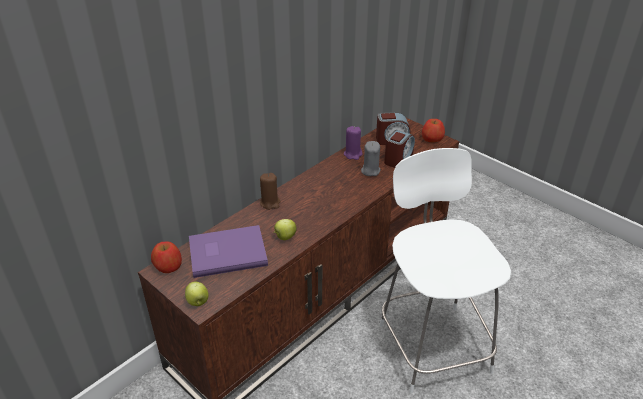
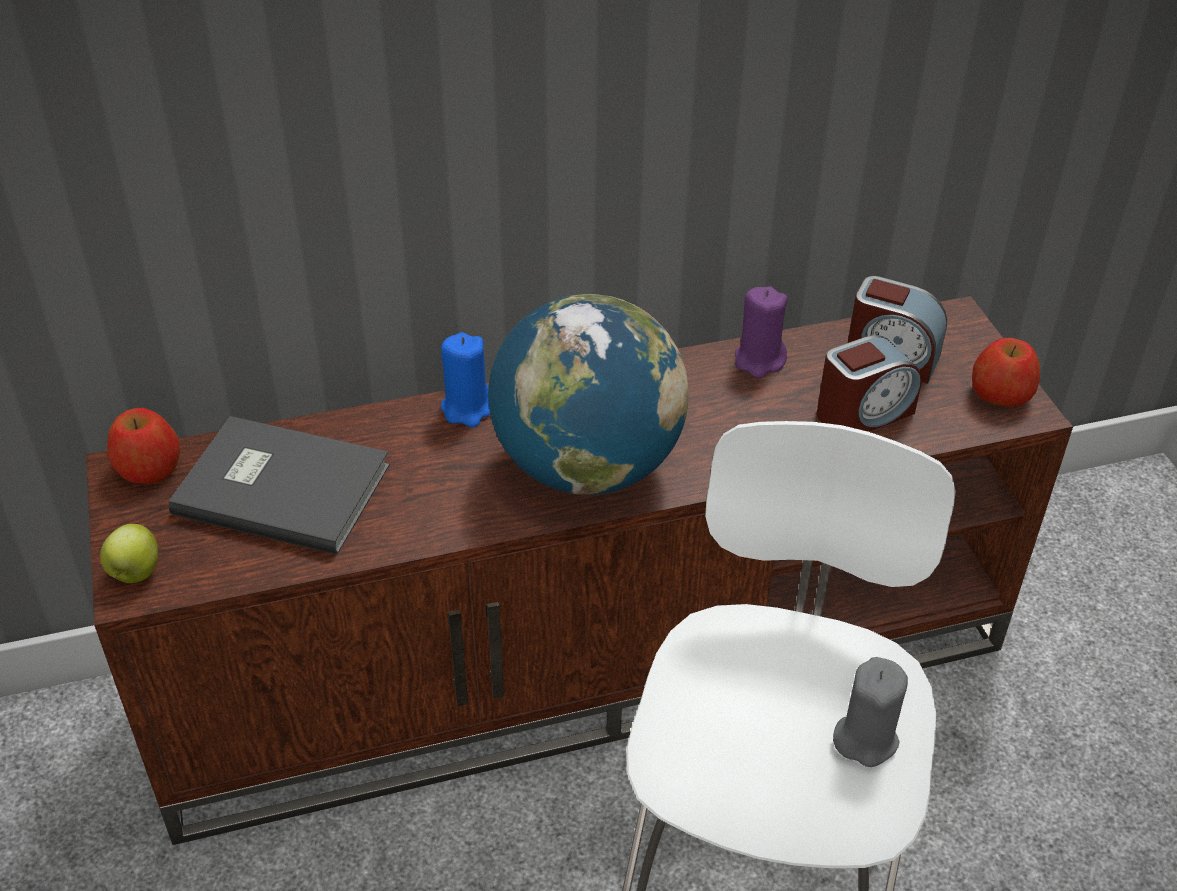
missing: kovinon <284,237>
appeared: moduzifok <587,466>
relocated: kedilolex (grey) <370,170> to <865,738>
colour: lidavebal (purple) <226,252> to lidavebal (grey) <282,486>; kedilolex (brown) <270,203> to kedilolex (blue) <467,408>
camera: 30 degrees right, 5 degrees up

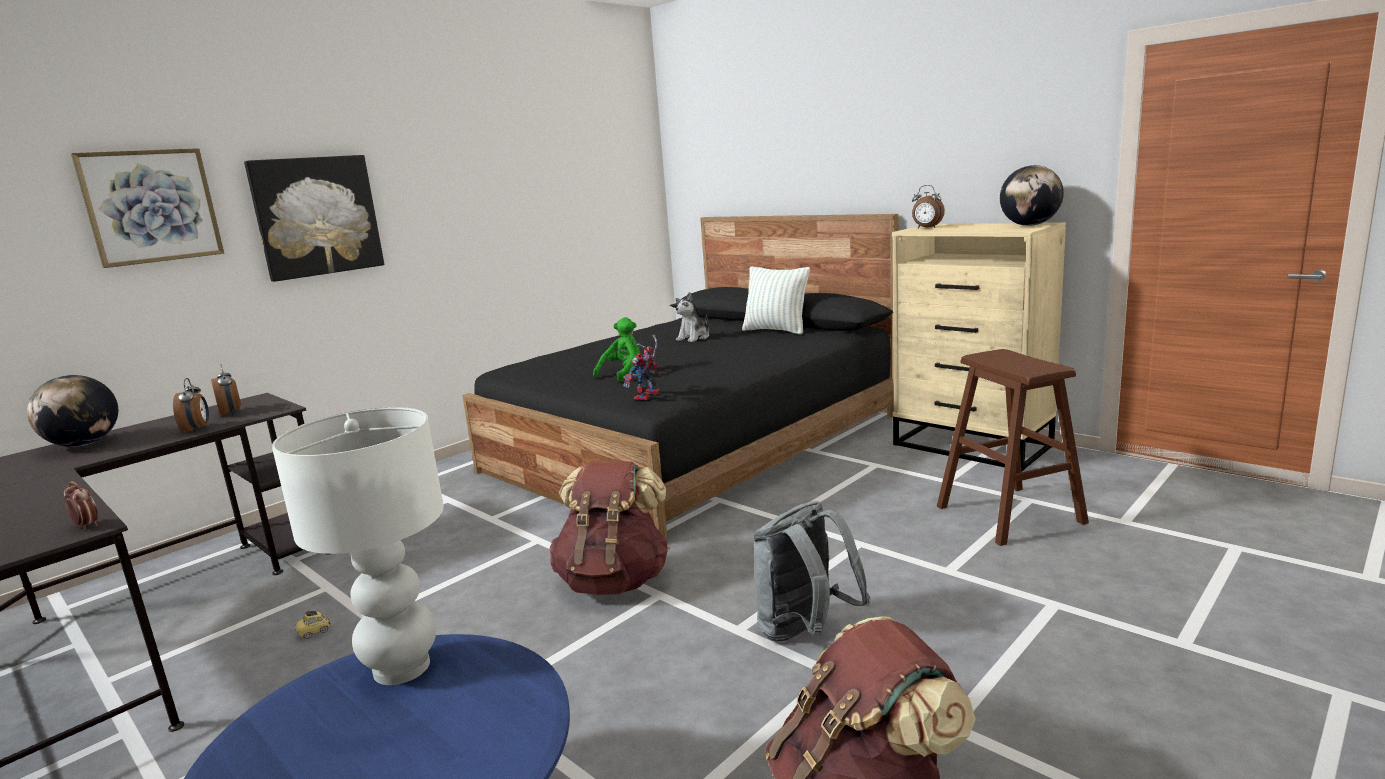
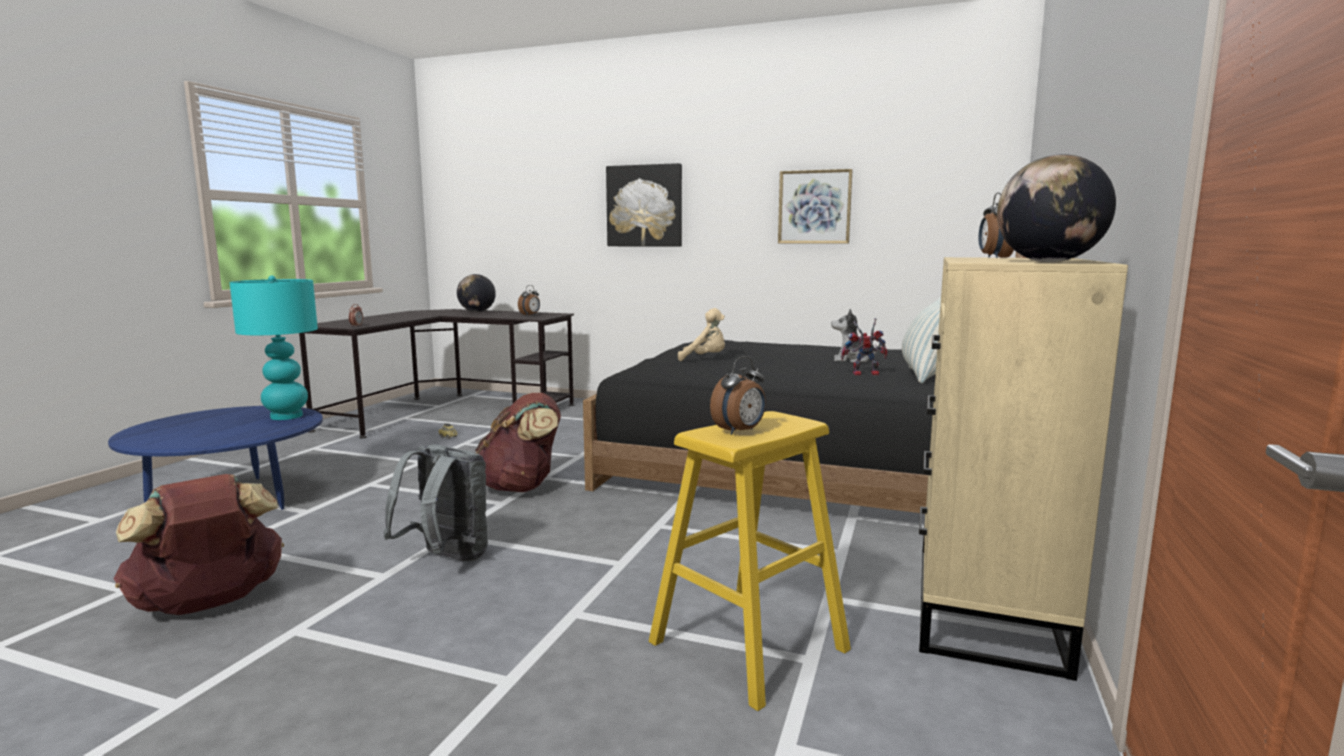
relocated: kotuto <197,429> to <740,431>; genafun <151,206> to <814,207>; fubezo <647,397> to <863,374>
colour: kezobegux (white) <402,667> to kezobegux (turquoise) <287,416>; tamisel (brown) <1009,514> to tamisel (yellow) <748,645>; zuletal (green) <623,373> to zuletal (beige) <705,359>
camera: 65 degrees right, 5 degrees down

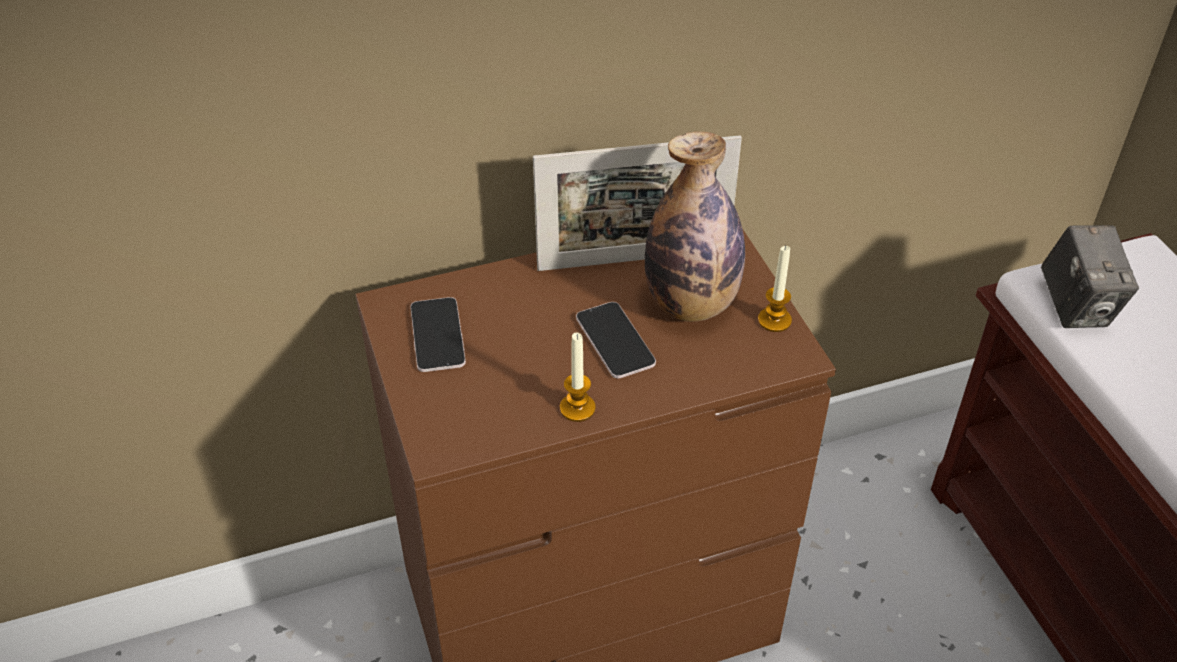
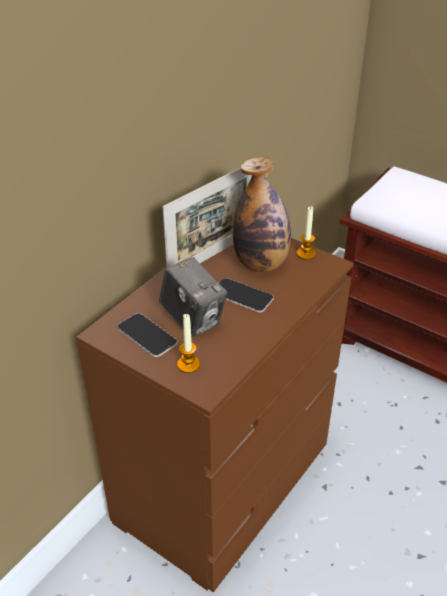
relocated: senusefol <1076,307> to <193,319>; kedilolex <577,408> to <188,365>
camera: 35 degrees left, 5 degrees down

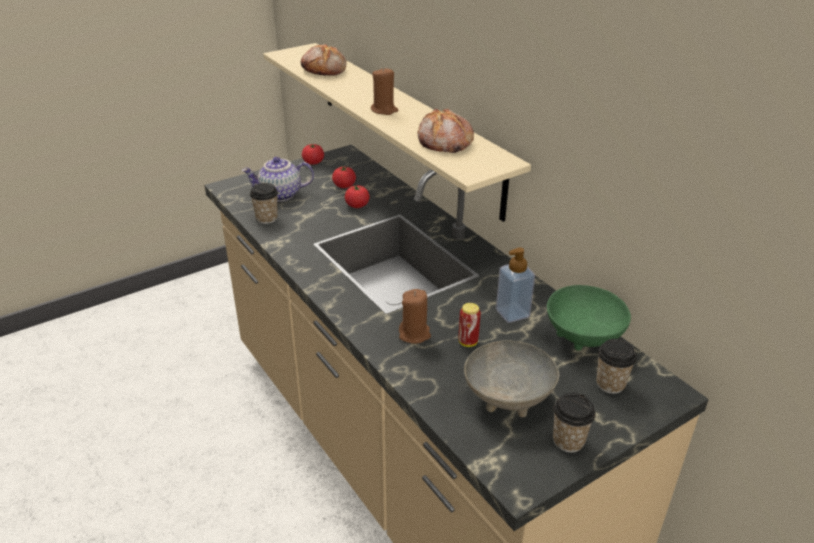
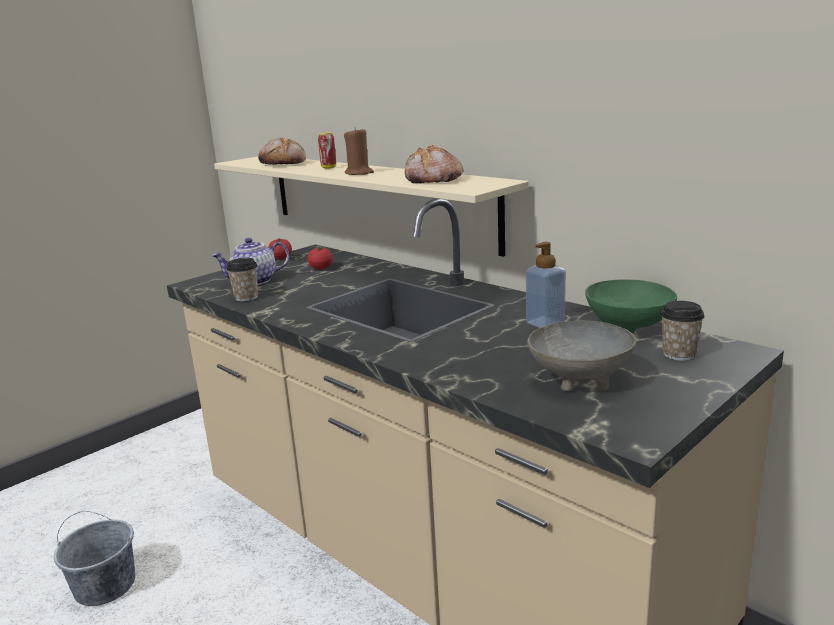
missing: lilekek <357,205>; kedilolex (brown) <414,334>; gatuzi <568,441>
appeared: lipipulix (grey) <106,586>
relocated: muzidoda <468,342> to <328,168>
camera: 10 degrees left, 15 degrees down

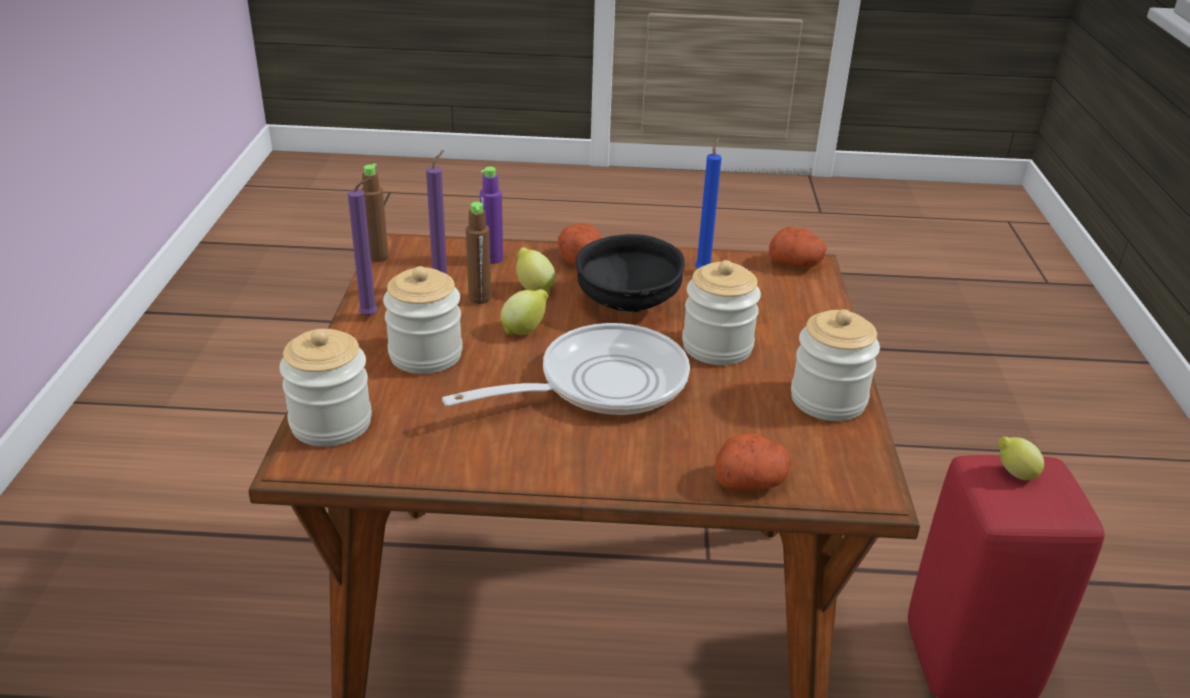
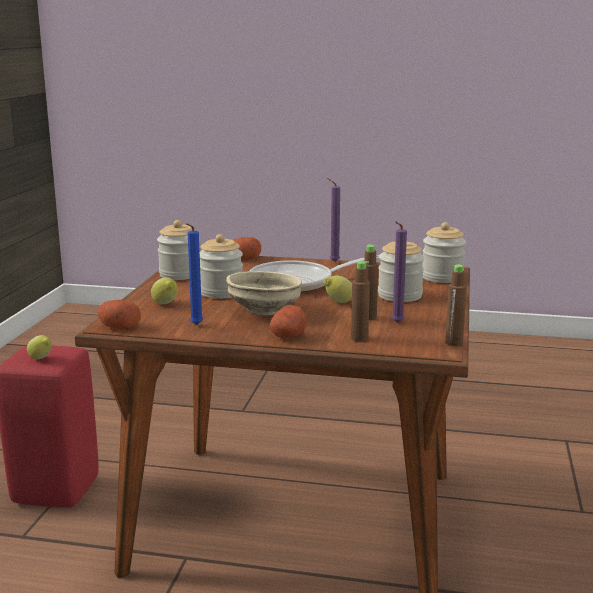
relocated: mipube <534,289> to <165,304>; kedilolex (purple) <372,316> to <333,261>
colour: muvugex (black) <627,303> to muvugex (beige) <265,311>; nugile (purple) <492,258> to nugile (brown) <359,338>
camera: 170 degrees left, 15 degrees down

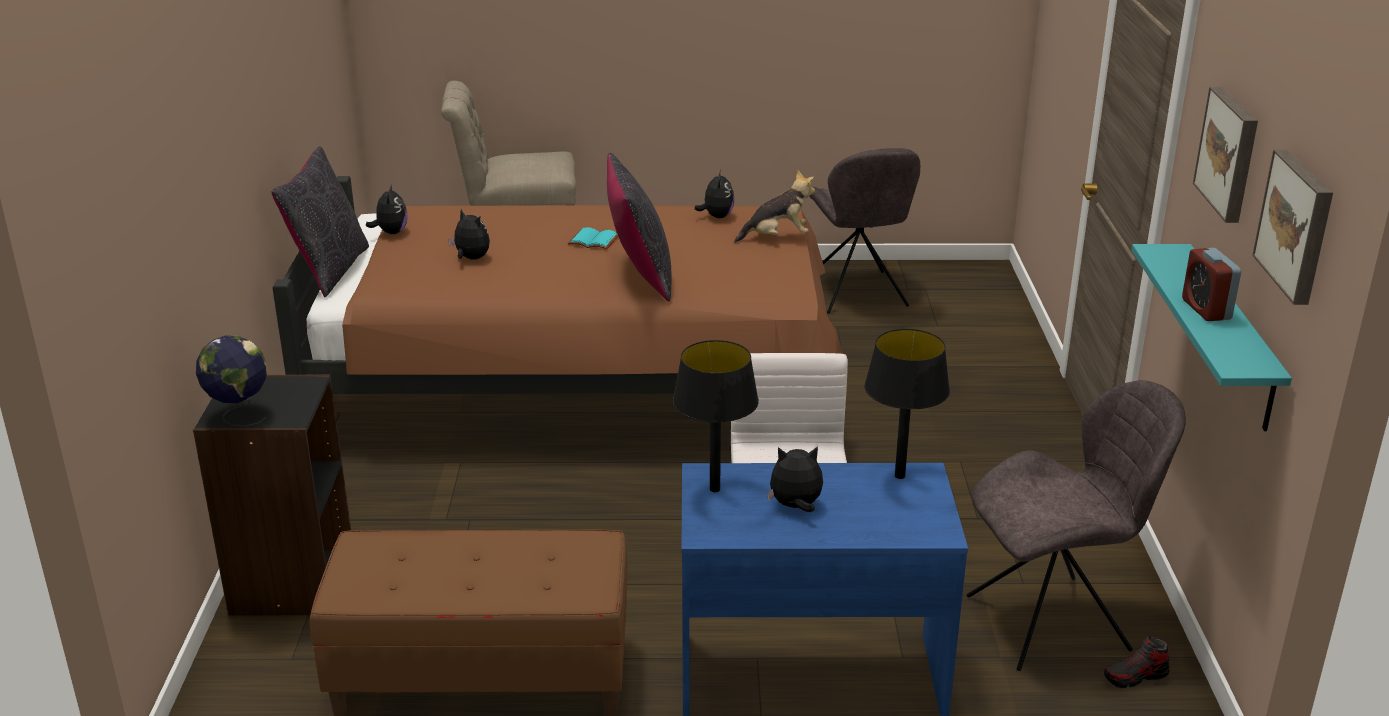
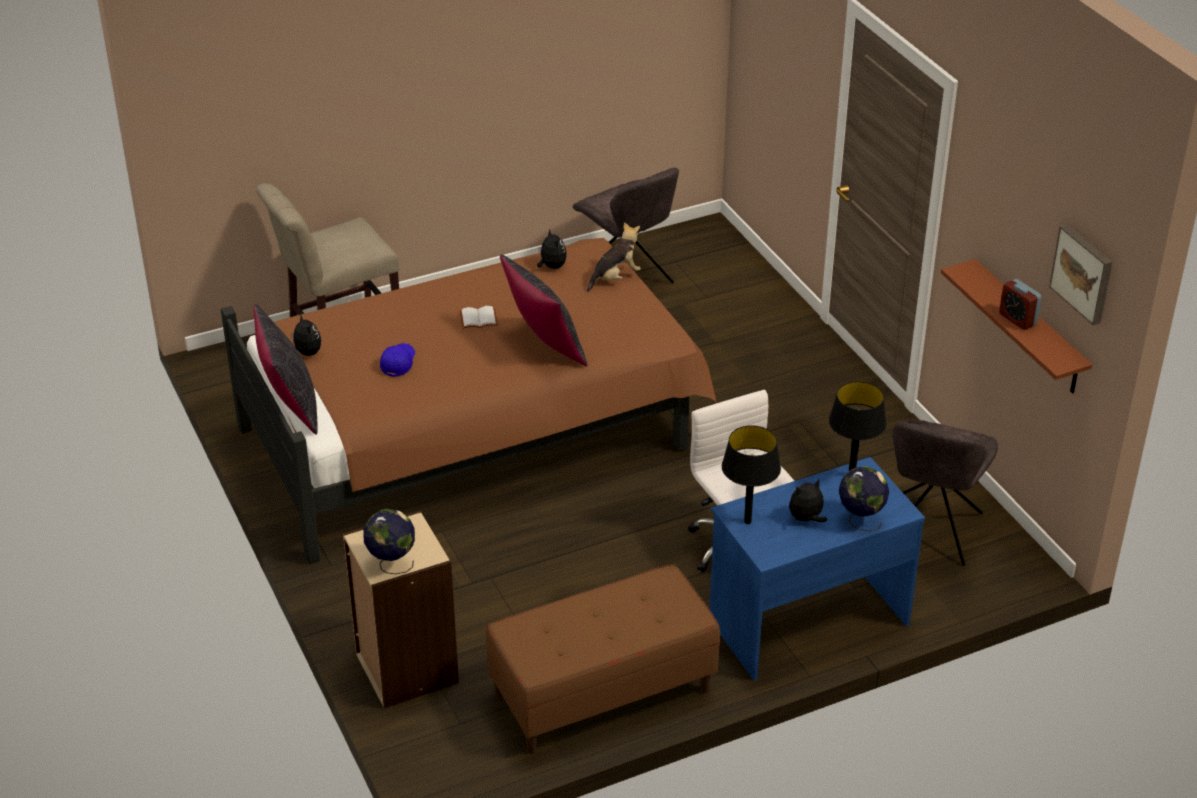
missing: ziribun <1135,676>; genafun <1230,153>
appeared: moduzifok <860,520>
exchanged: zuletal <471,259> to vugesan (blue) <398,364>
colour: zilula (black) <291,582> to zilula (beige) <405,669>; lidavebal (turquoise) <592,241> to lidavebal (white) <478,319>; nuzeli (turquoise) <1230,337> to nuzeli (brown) <1028,329>
spun: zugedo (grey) <1053,622> = <930,532> 150 degrees clockwise
camera: 25 degrees left, 10 degrees up

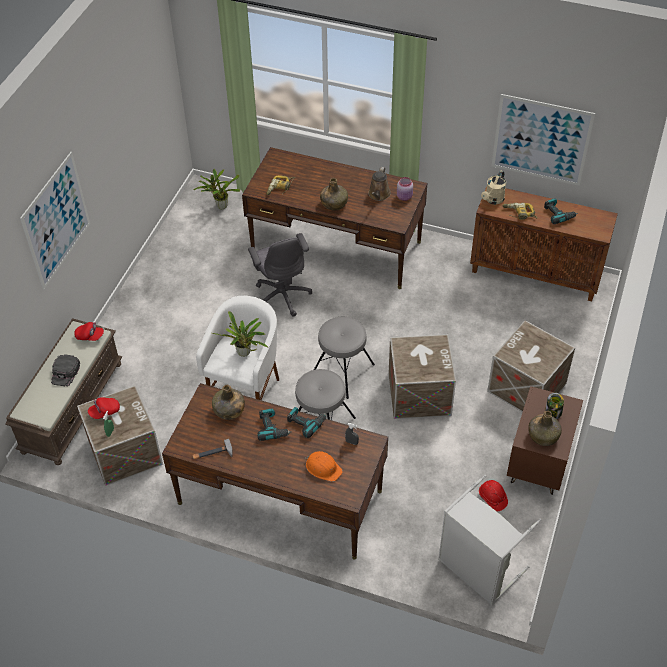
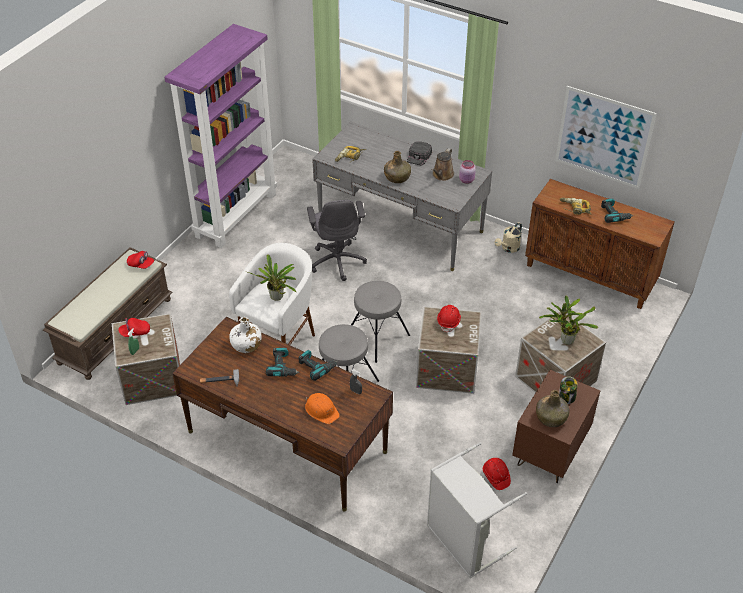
missing: genafun <56,220>
appeared: zilula (purple) <236,214>; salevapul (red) <449,321>
relocated: vugesan (black) <65,372> to <419,156>; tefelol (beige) <493,200> to <508,248>; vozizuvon <220,206> to <565,340>
colour: nugile (green) <229,410> to nugile (white) <246,345>; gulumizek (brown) <336,246> to gulumizek (grey) <400,224>
camera: 10 degrees right, 5 degrees down

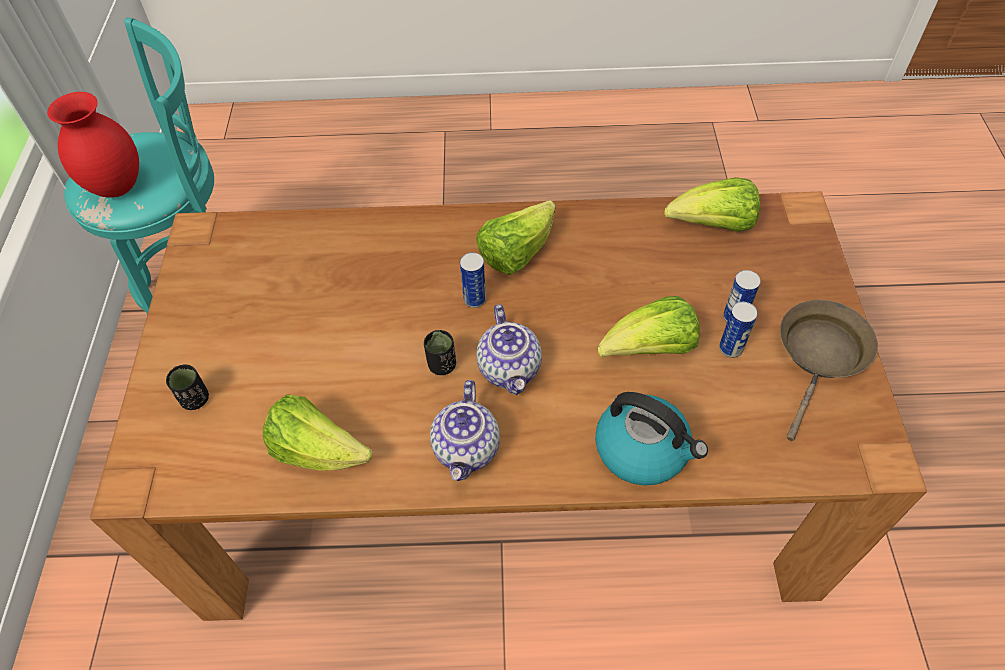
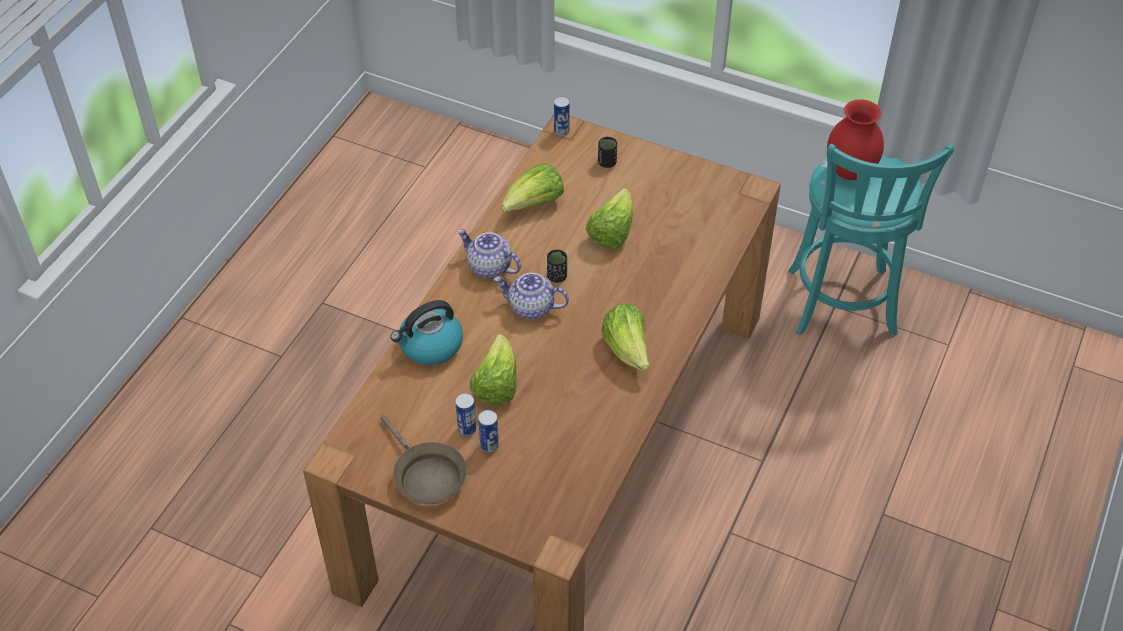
relocated: muzidoda <474,299> to <561,131>; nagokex <713,225> to <611,232>
camera: 115 degrees right, 5 degrees down

